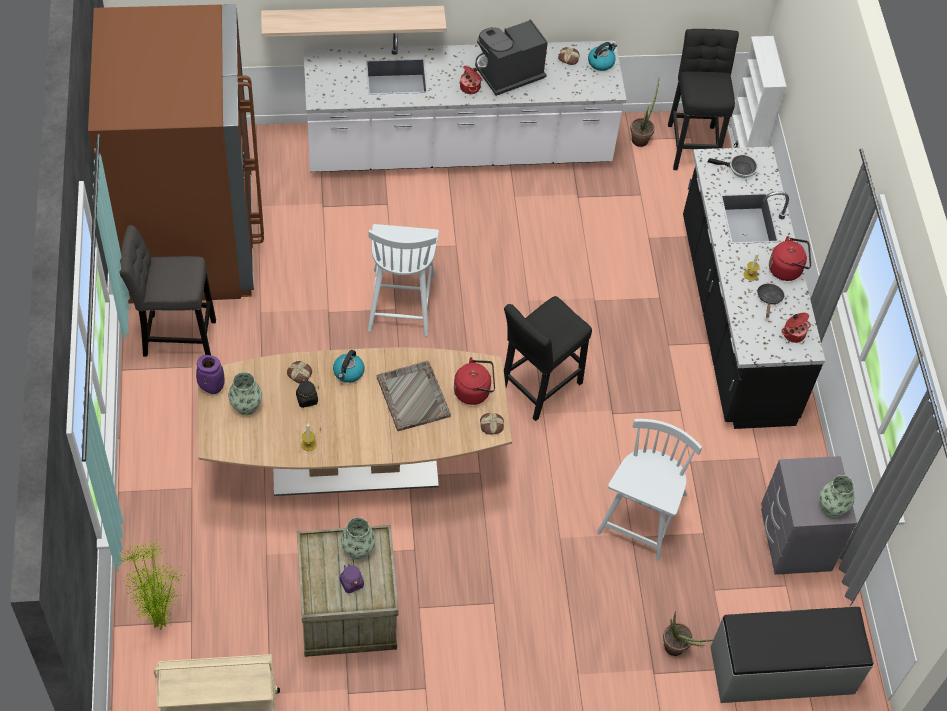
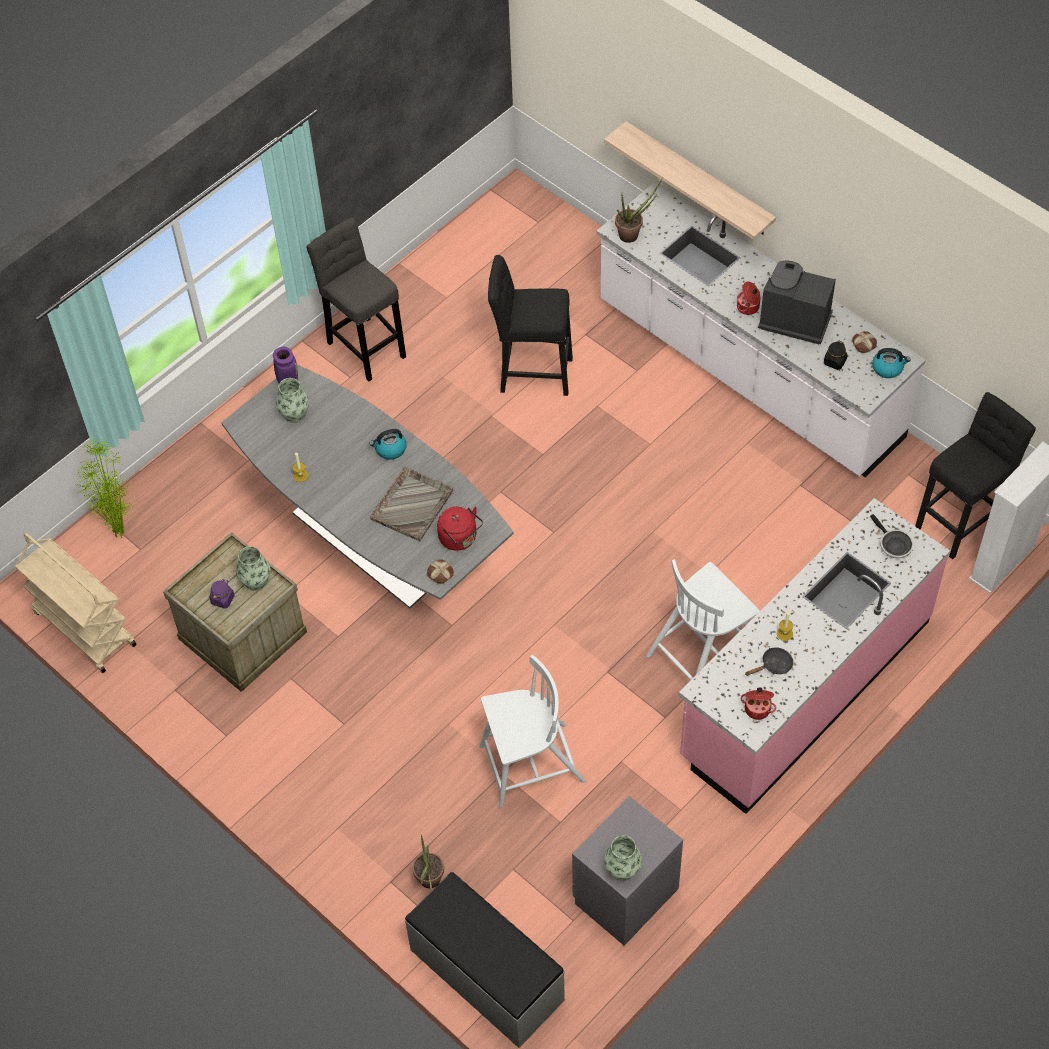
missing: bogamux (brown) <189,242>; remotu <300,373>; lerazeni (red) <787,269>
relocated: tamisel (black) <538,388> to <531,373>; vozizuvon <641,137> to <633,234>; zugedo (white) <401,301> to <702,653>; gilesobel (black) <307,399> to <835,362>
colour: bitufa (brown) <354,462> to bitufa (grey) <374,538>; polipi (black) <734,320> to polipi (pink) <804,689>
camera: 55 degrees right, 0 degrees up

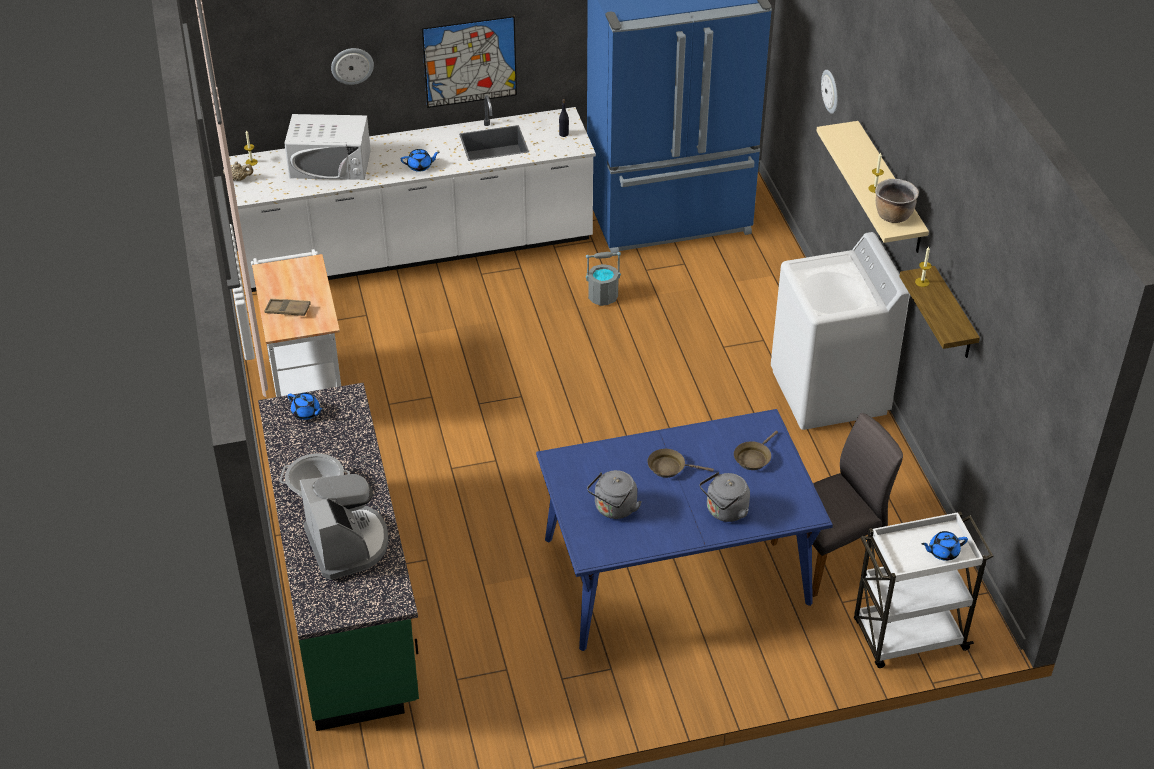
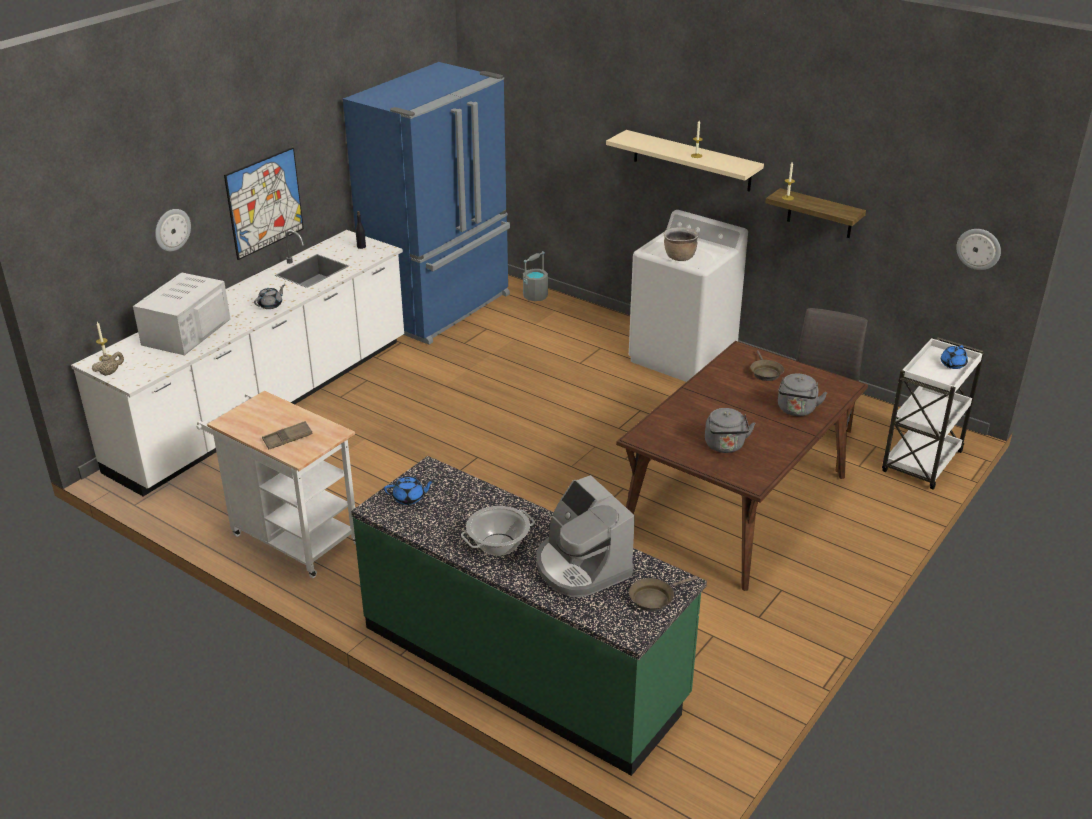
relocated: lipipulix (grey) <603,296> to <535,296>; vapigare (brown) <669,467> to <654,598>; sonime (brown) <893,215> to <679,257>; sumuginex <831,91> to <979,248>
colour: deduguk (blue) <420,166> to deduguk (grey) <271,305>; bitufa (blue) <675,572> to bitufa (brown) <736,506>
spun: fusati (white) <330,164> = <186,332> 150 degrees clockwise; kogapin <347,544> = <581,567> 150 degrees counterclockwise
camera: 40 degrees left, 10 degrees down

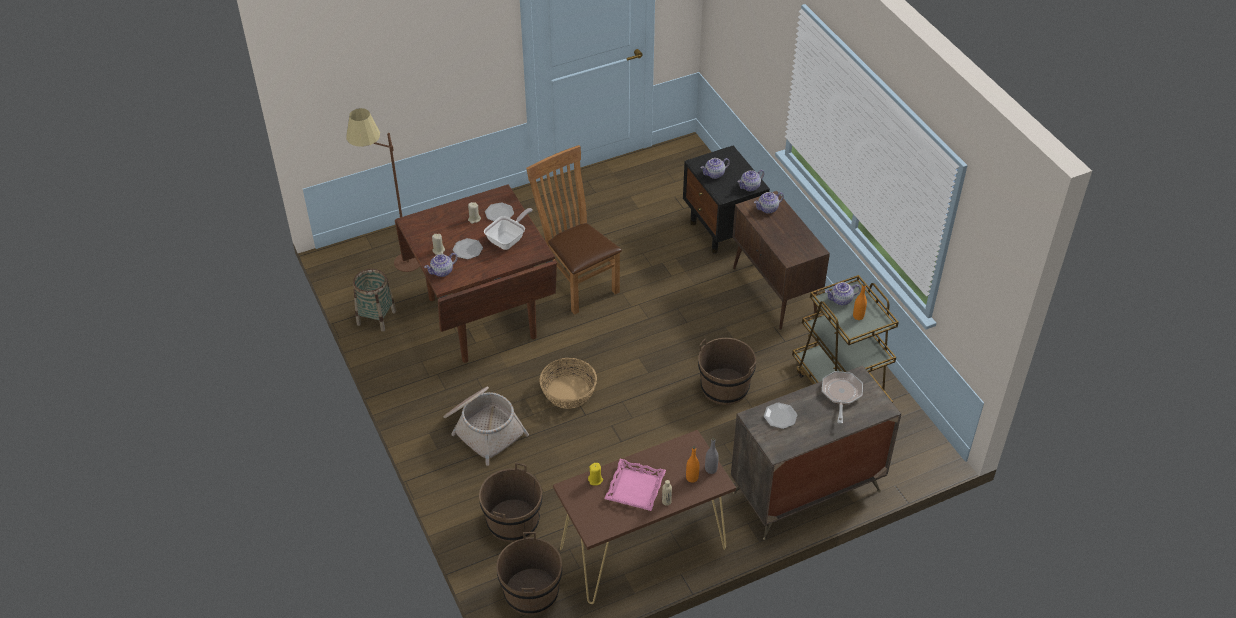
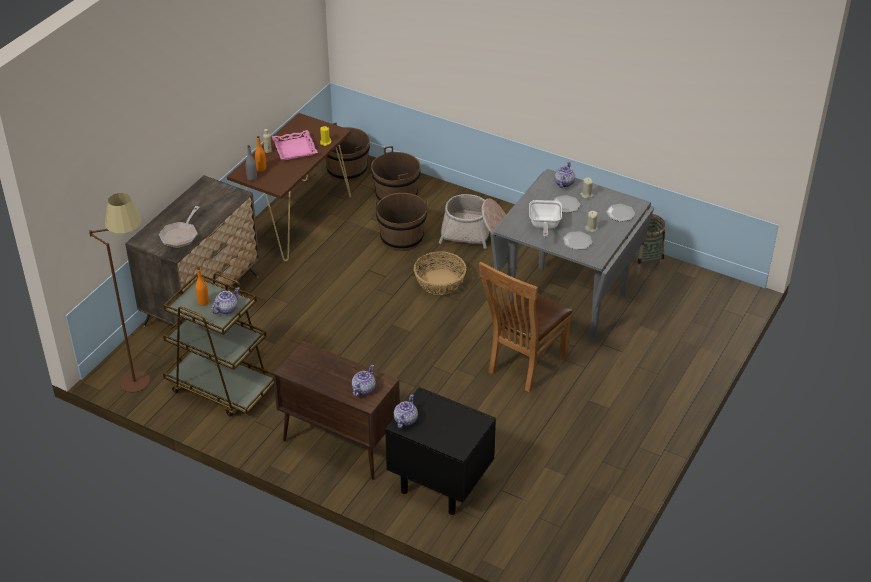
missing: deduguk <714,174>
relocated: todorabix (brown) <396,267> to <142,372>; lipipulix (brown) <724,387> to <402,238>; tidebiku <780,417> to <620,213>
colour: bitufa (brown) <483,317> to bitufa (grey) <566,301>
spun: vapigare <841,394> = <180,235> 45 degrees clockwise; zugedo (brown) <577,282> = <523,366> 105 degrees clockwise
camera: 145 degrees right, 5 degrees down

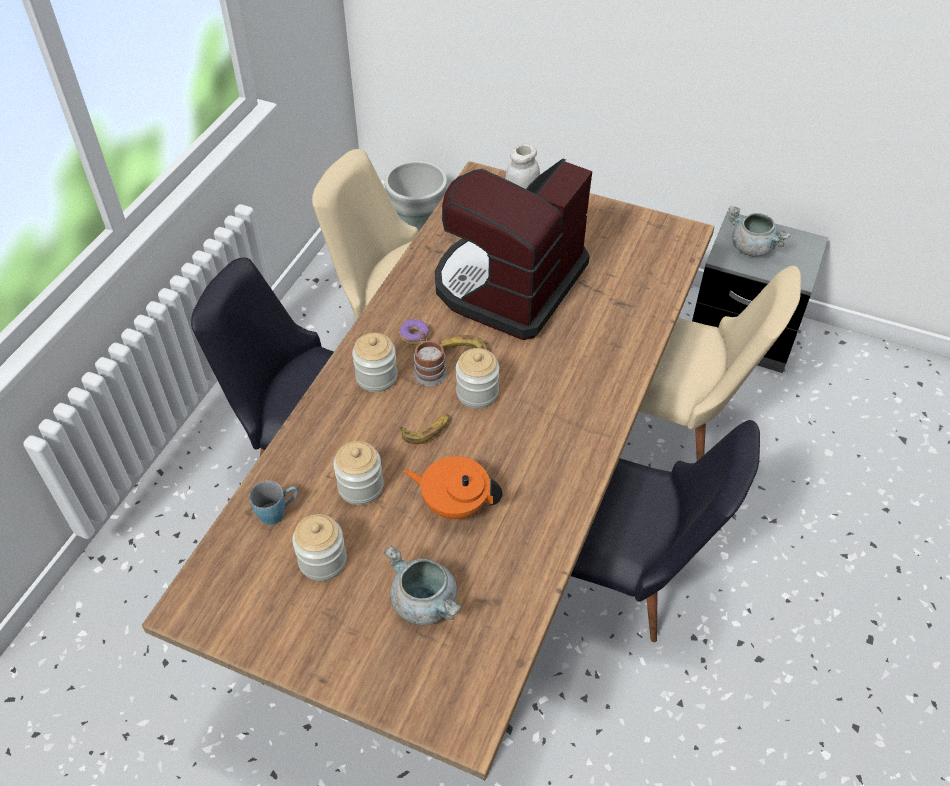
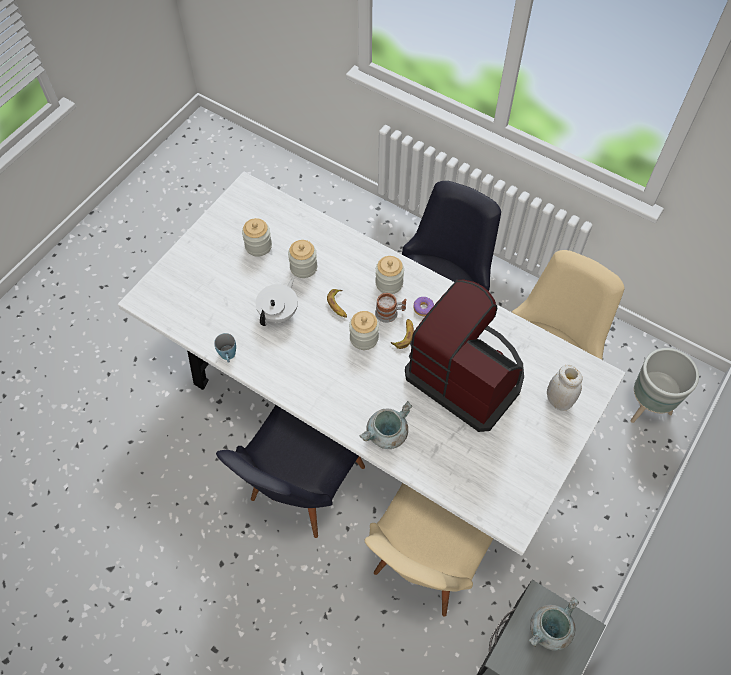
relocated: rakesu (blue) <278,512> to <228,356>; sonime (grey) <426,602> to <386,435>
colour: bitufa (brown) <475,522> to bitufa (white) <365,407>; deduguk (orange) <454,503> to deduguk (white) <279,313>
camera: 100 degrees right, 10 degrees up

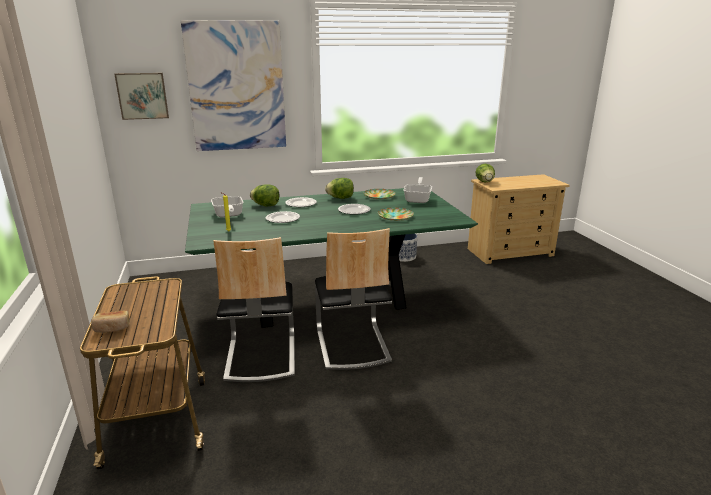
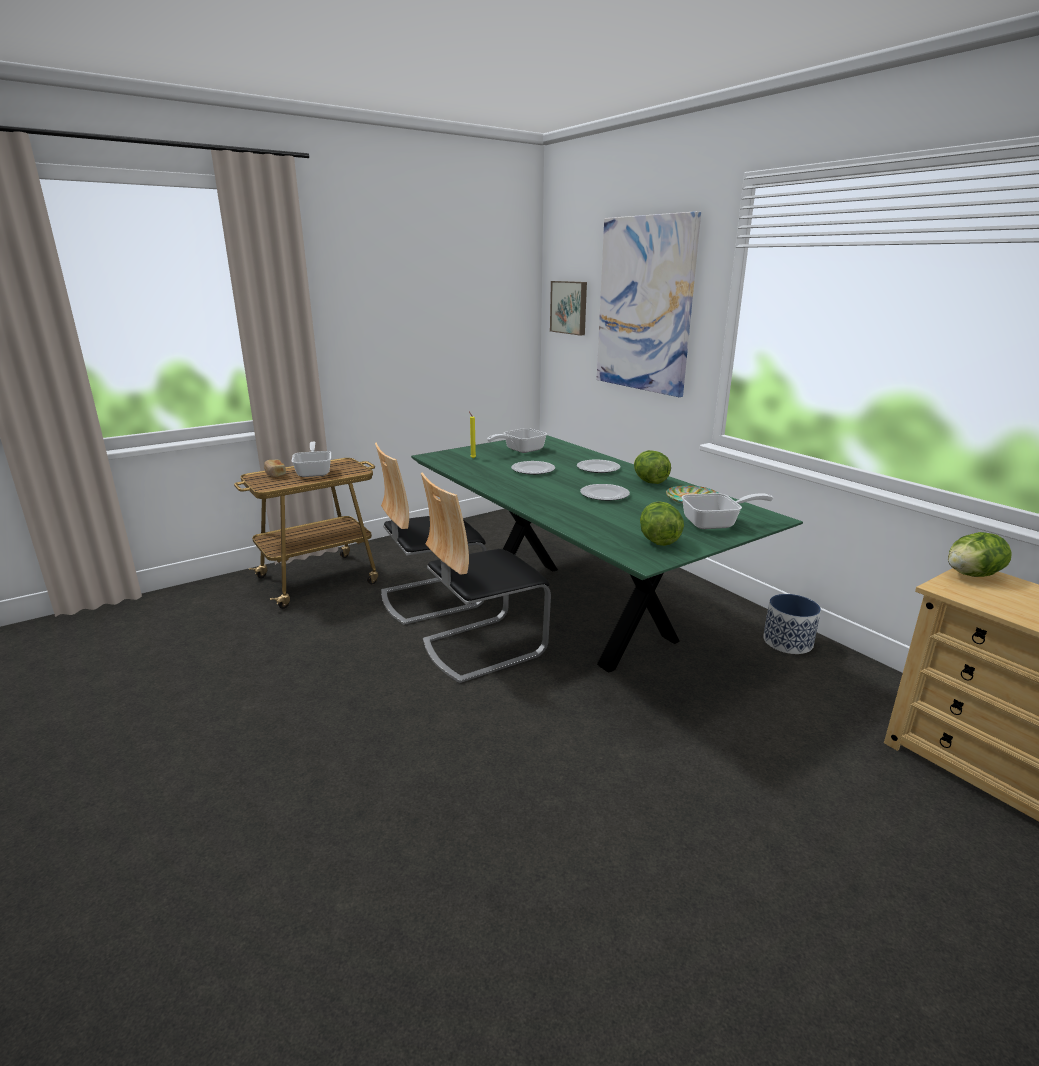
missing: tidebiku <395,216>
appeared: vapigare <314,471>
relocated: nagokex <266,205> to <658,541>
camera: 70 degrees right, 0 degrees up

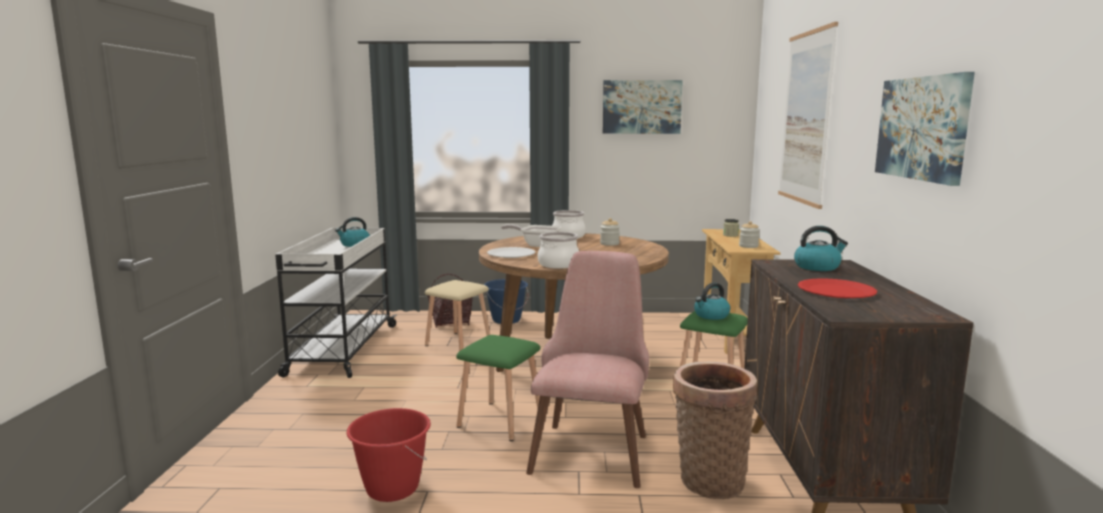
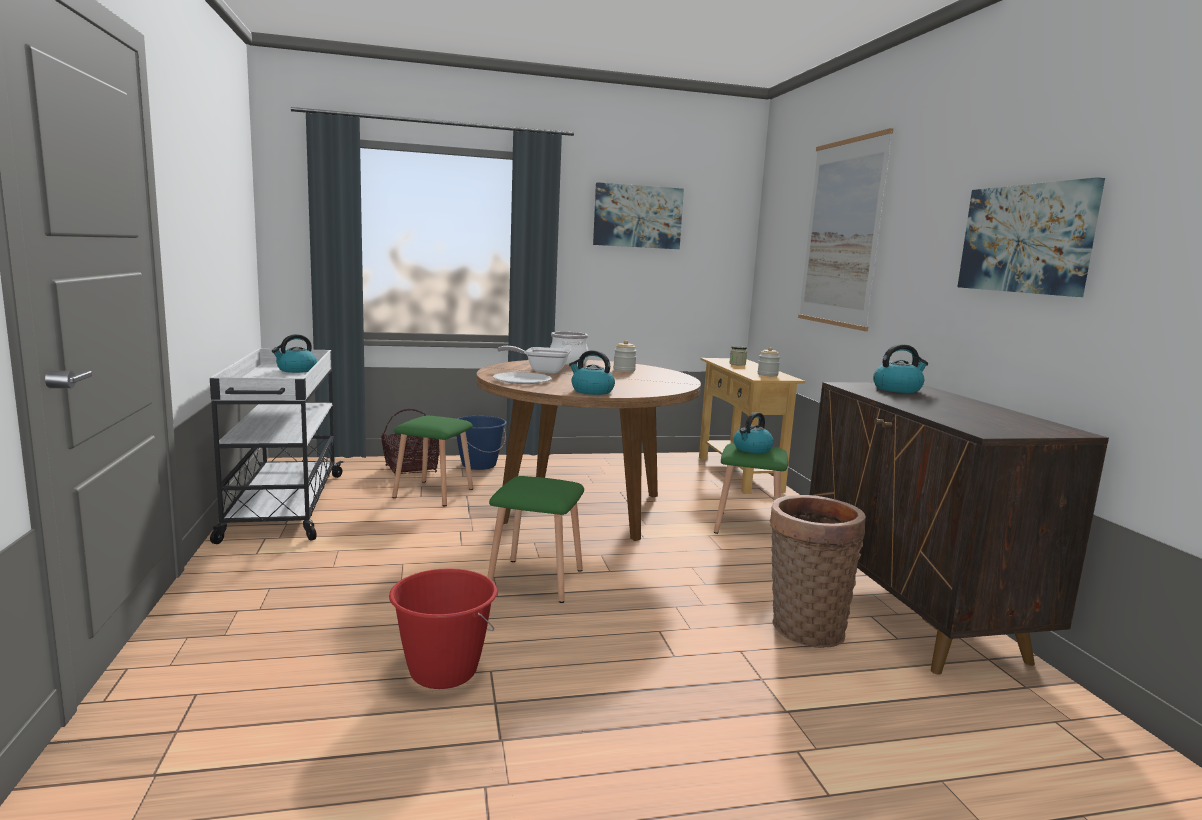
missing: zugedo (pink) <593,445>; tidebiku (red) <836,291>
exchanged: sonime <559,264> to lerazeni <591,391>
colour: tamisel (beige) <458,342> to tamisel (green) <433,492>
camera: 15 degrees left, 0 degrees up

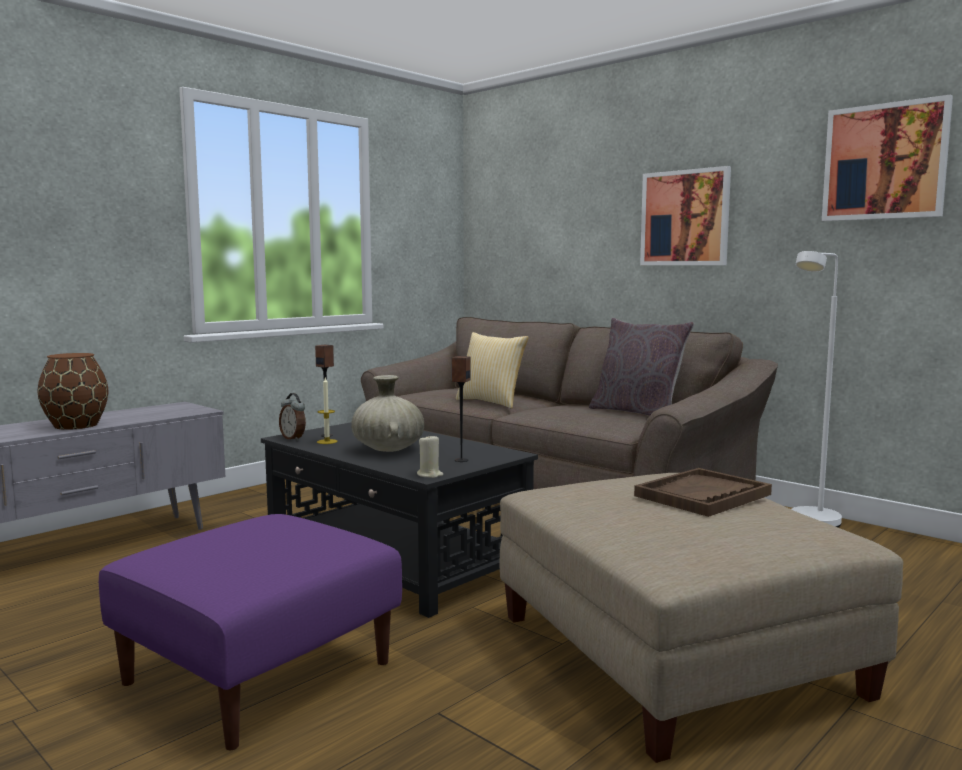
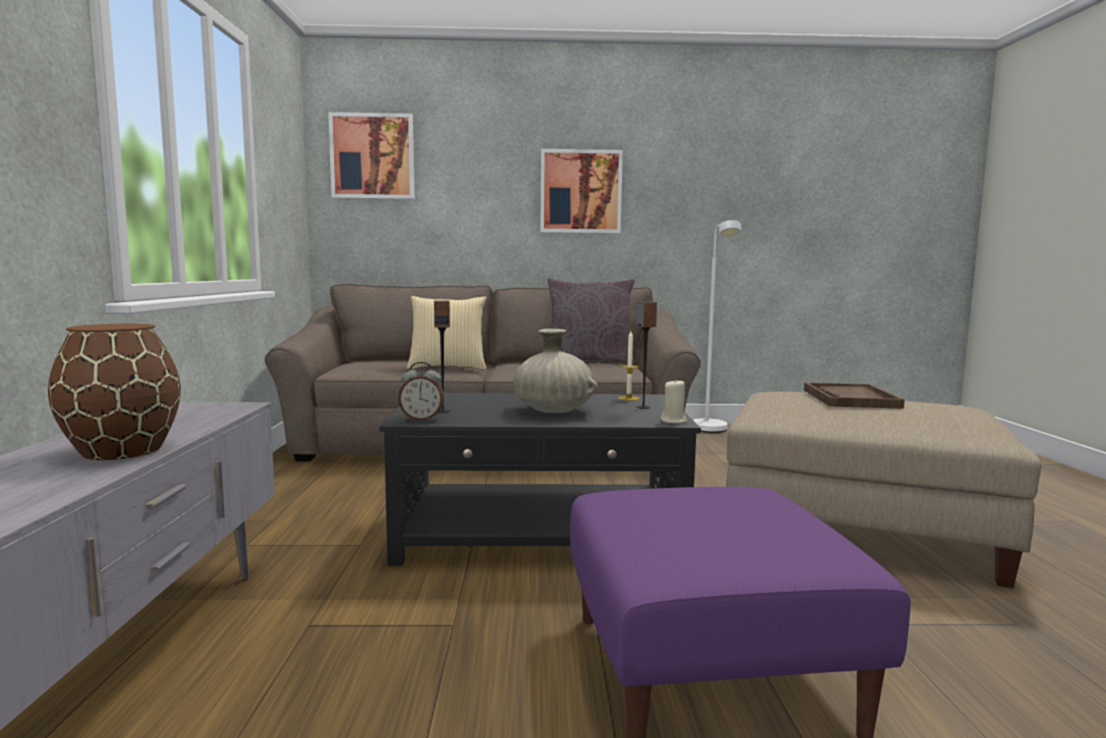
relocated: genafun <884,162> to <372,156>; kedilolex <327,441> to <628,398>
camera: 45 degrees left, 0 degrees up

